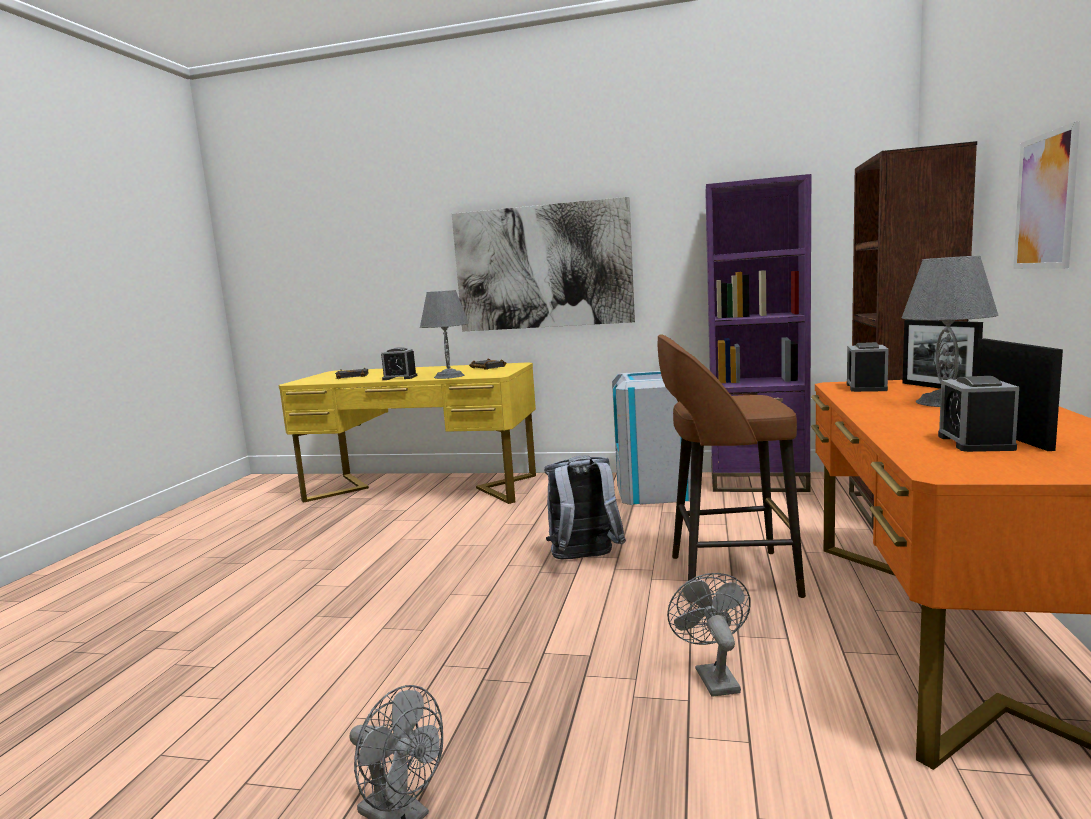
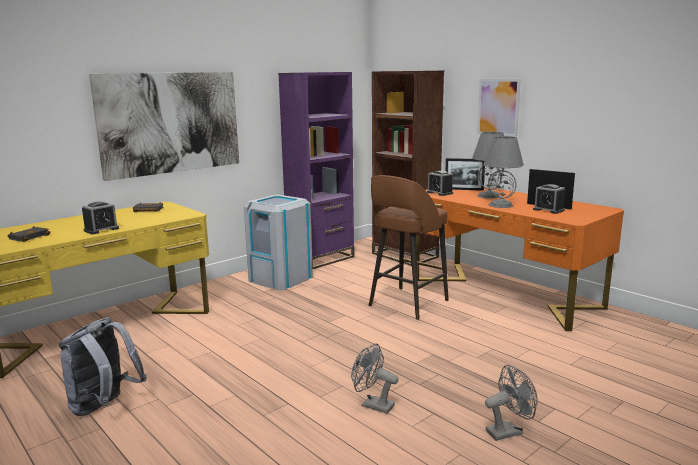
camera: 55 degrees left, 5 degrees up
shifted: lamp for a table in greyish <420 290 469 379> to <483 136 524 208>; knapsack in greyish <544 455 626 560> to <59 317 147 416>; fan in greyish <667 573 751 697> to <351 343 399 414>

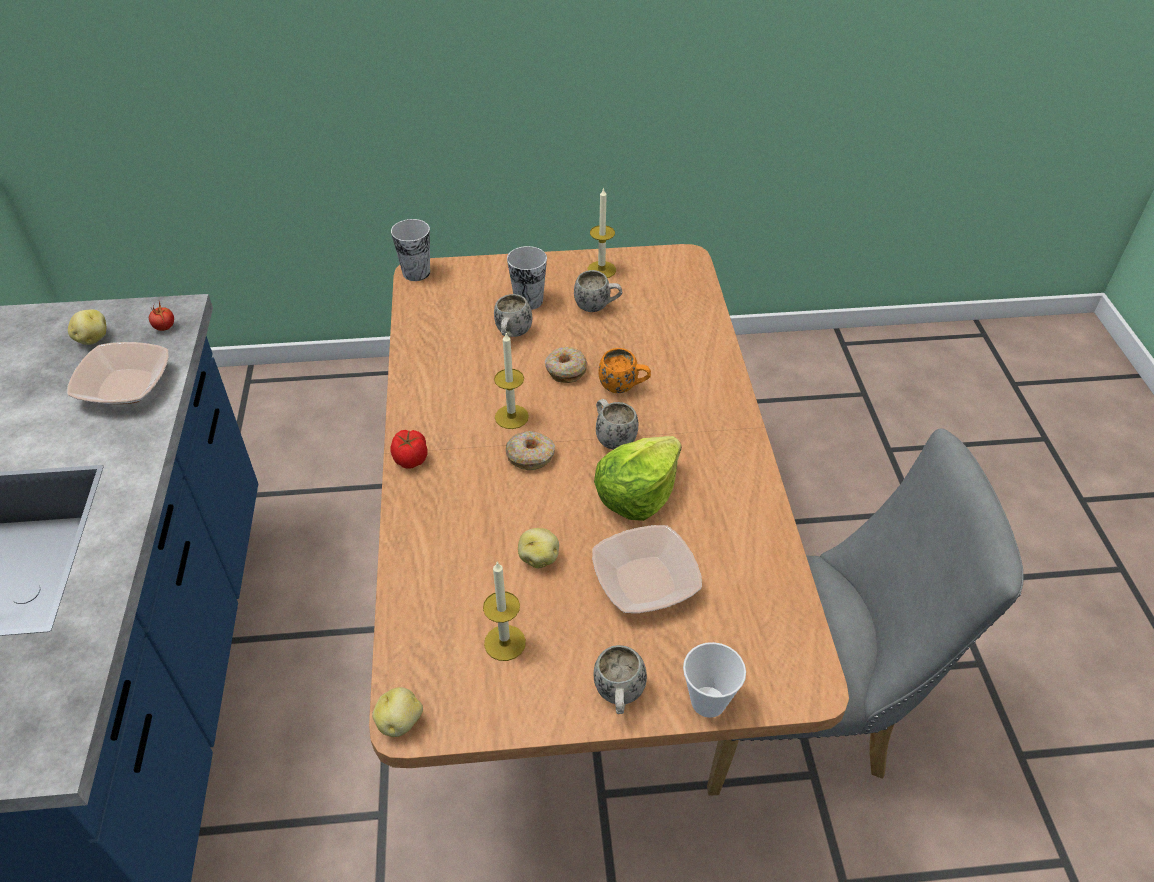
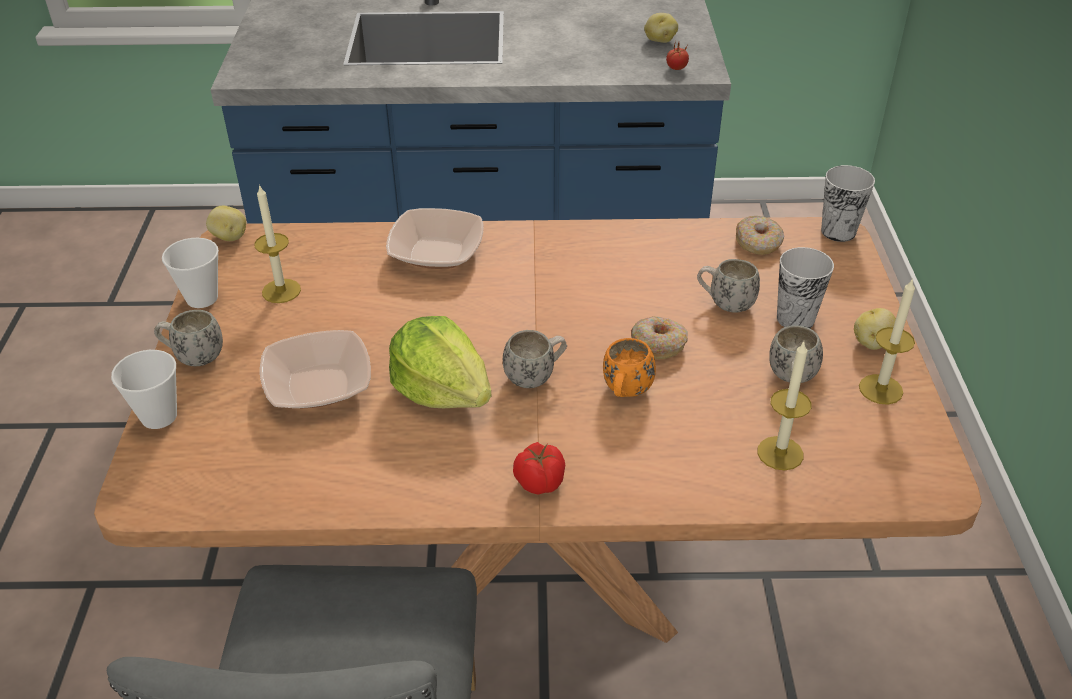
camera: 95 degrees right, 5 degrees down
new: cup <162 238 219 308>
shifted: bowl <67 342 169 404> to <386 208 484 269>; tomato <390 430 428 468> to <513 442 565 495>; wax candle <494 333 529 429> to <757 342 812 470>; doughnut <506 431 555 470> to <736 216 784 255>; whole potato <518 528 559 568> to <854 308 896 350>

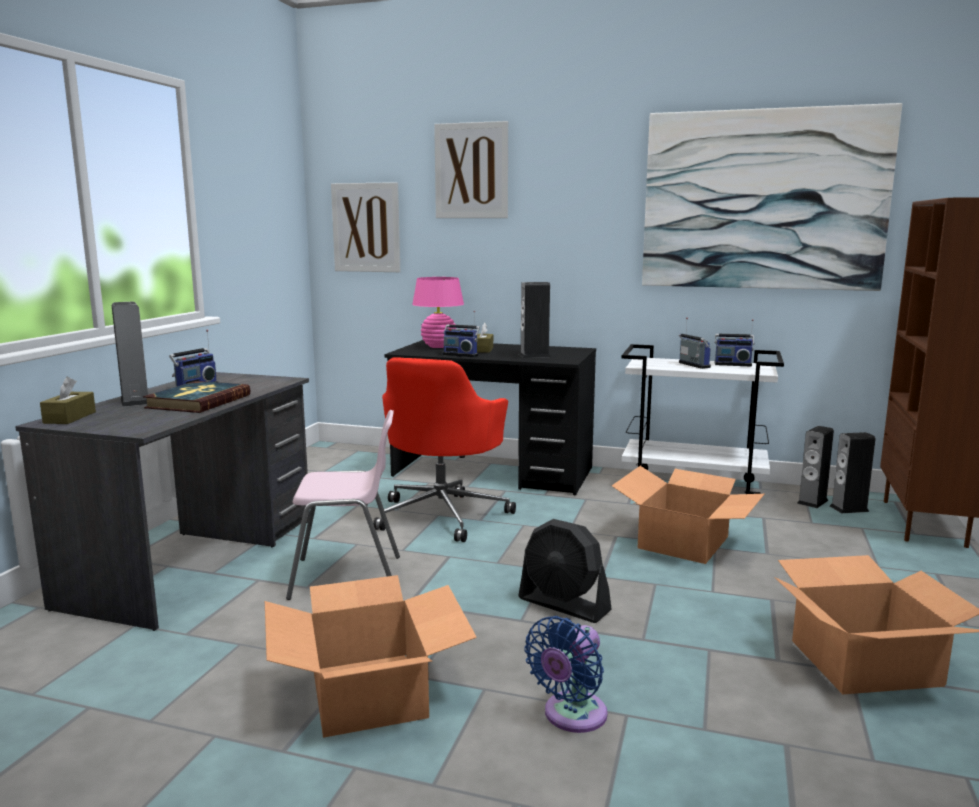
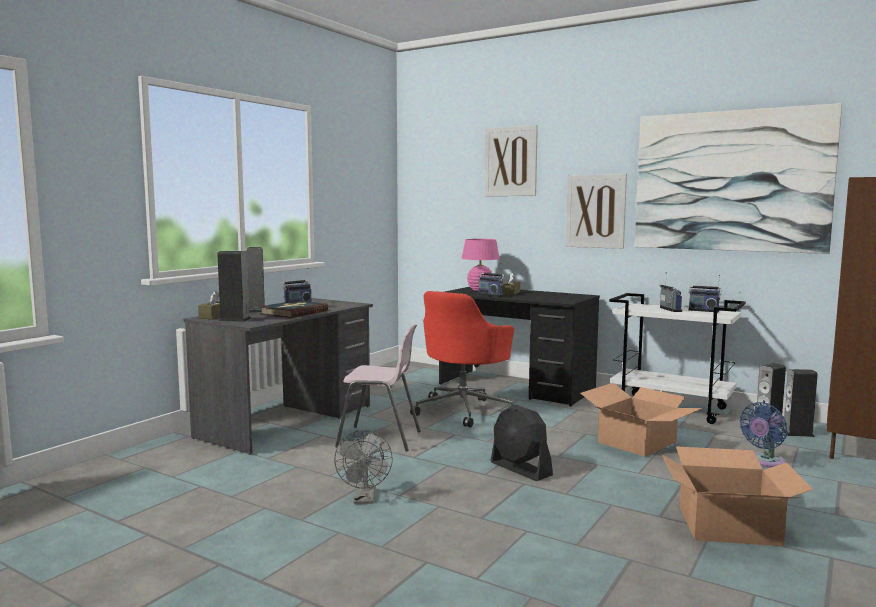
camera: 15 degrees right, 5 degrees down
shifted: wall picture <331 182 400 272> to <566 174 627 249>; speaker <519 282 551 358> to <217 251 251 322>; fan in blue <524 616 608 733> to <740 402 788 468>
swapped: cardboard box <265 575 477 738> to fan in greyish <334 430 393 504>

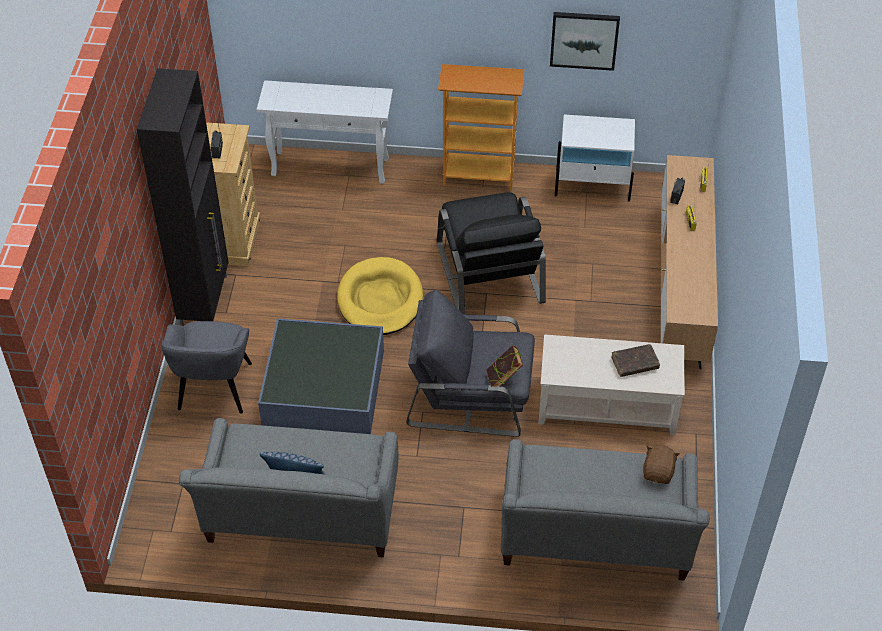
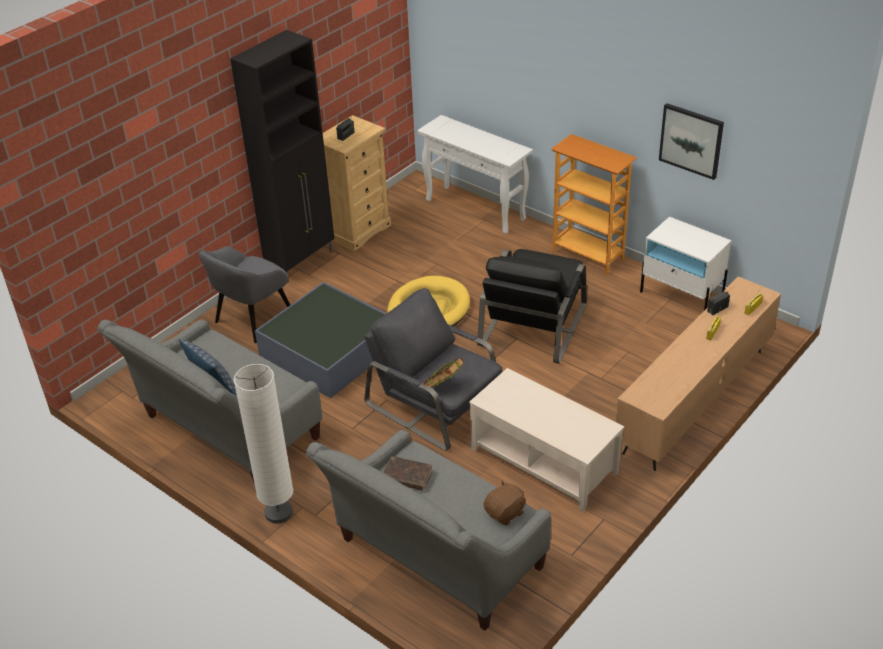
camera: 35 degrees right, 10 degrees down
new: floor lamp in whitish <234 364 293 524>
shifted: book in brown-coloured <611 344 660 377> to <383 456 433 491>

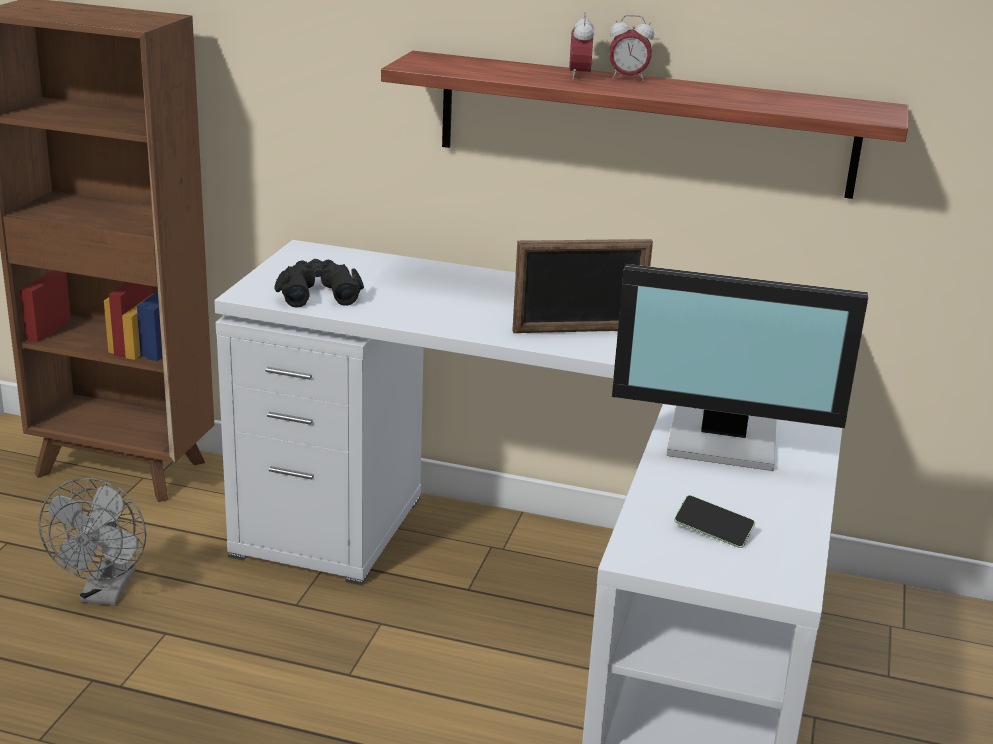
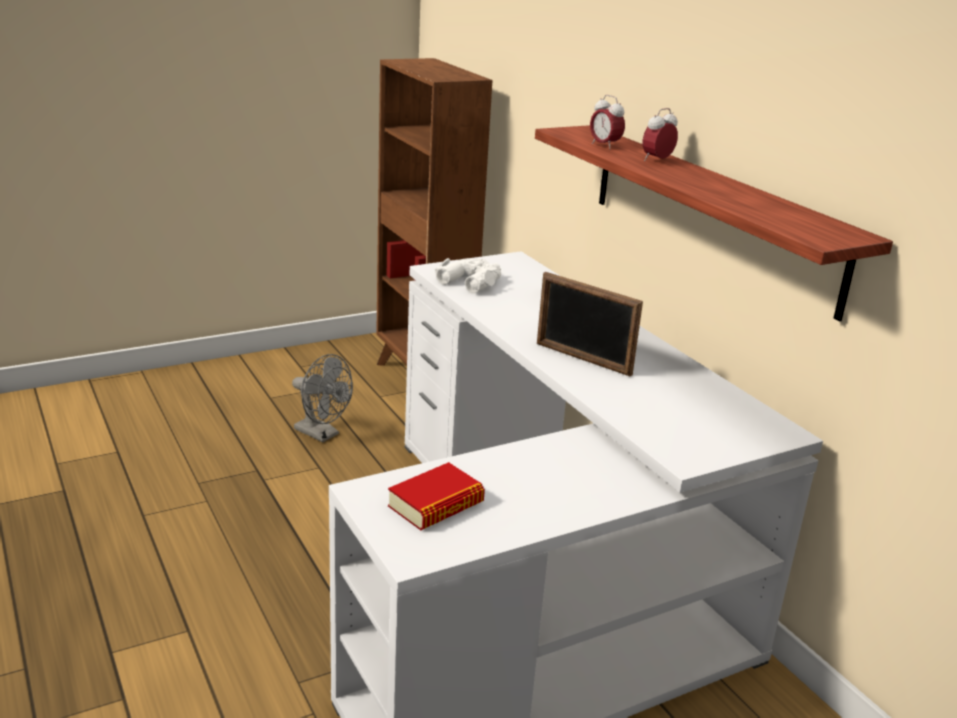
camera: 45 degrees right, 0 degrees up
gone: computer screen <612 264 868 471>
shifted: table clock <609 15 654 81> to <590 95 625 149>
swapped: telephone <674 495 755 548> to book <388 462 485 530>
repainted: pair of binoculars in black <274 259 364 308> to pair of binoculars in whitish <435 258 501 294>
rotated: fan in greyish <39 478 146 605> = <292 354 353 442> 105 degrees counterclockwise

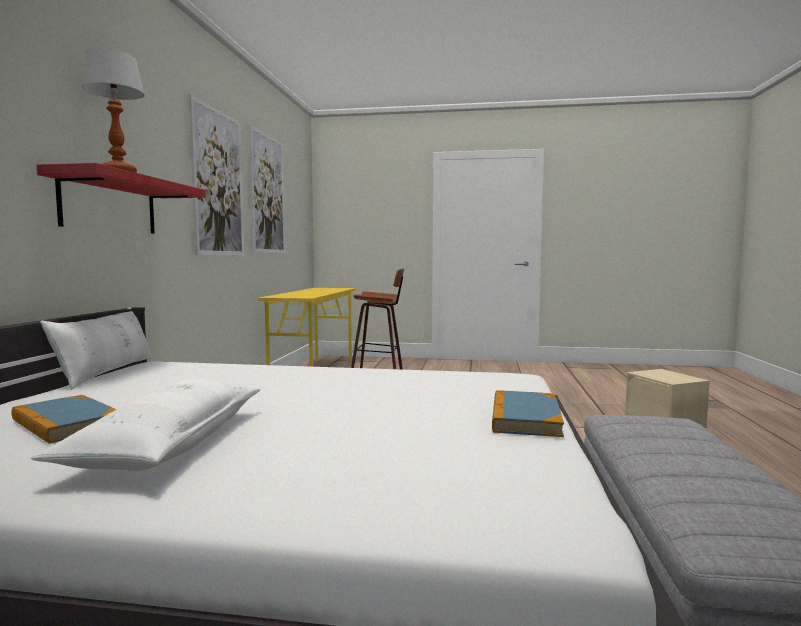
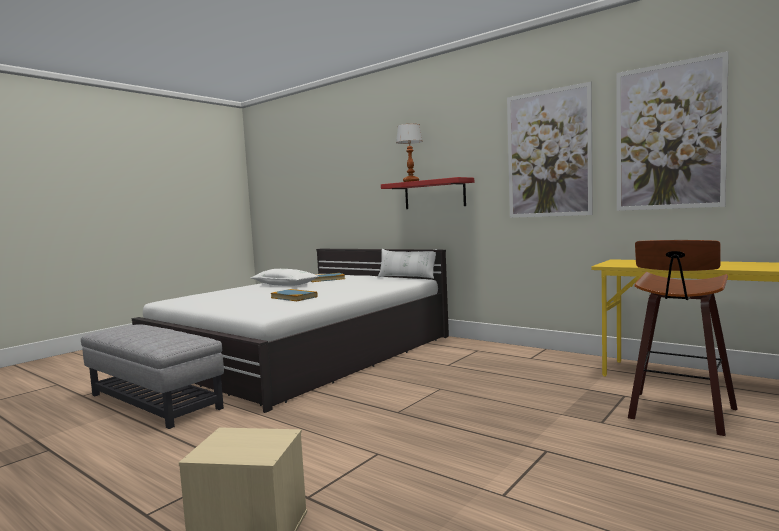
camera: 120 degrees right, 0 degrees up
shifted: book <492 390 564 437> to <271 289 318 301>

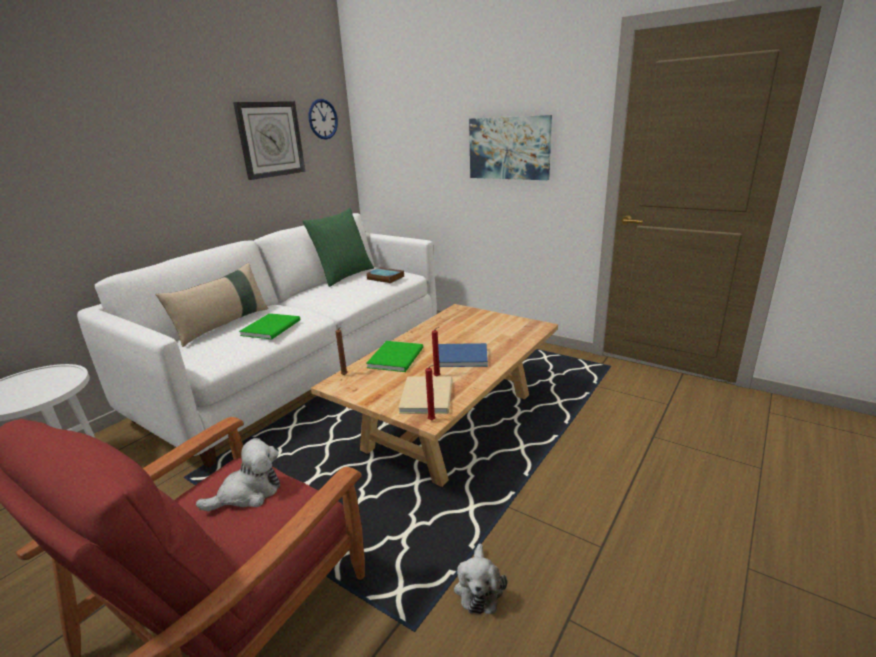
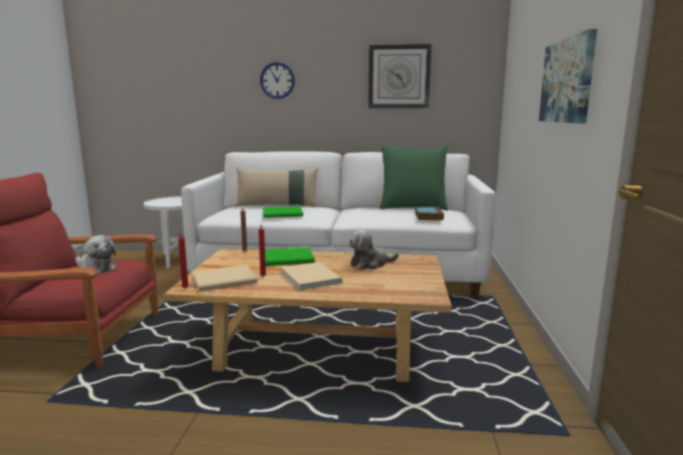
camera: 60 degrees right, 10 degrees down
shifted: clock on the wall <309 99 338 140> to <260 62 295 99>; cuddly toy <454 543 507 614> to <349 230 399 270>
repainted: book in blue <438 343 488 367> to book in sand-coloured <281 262 343 290>

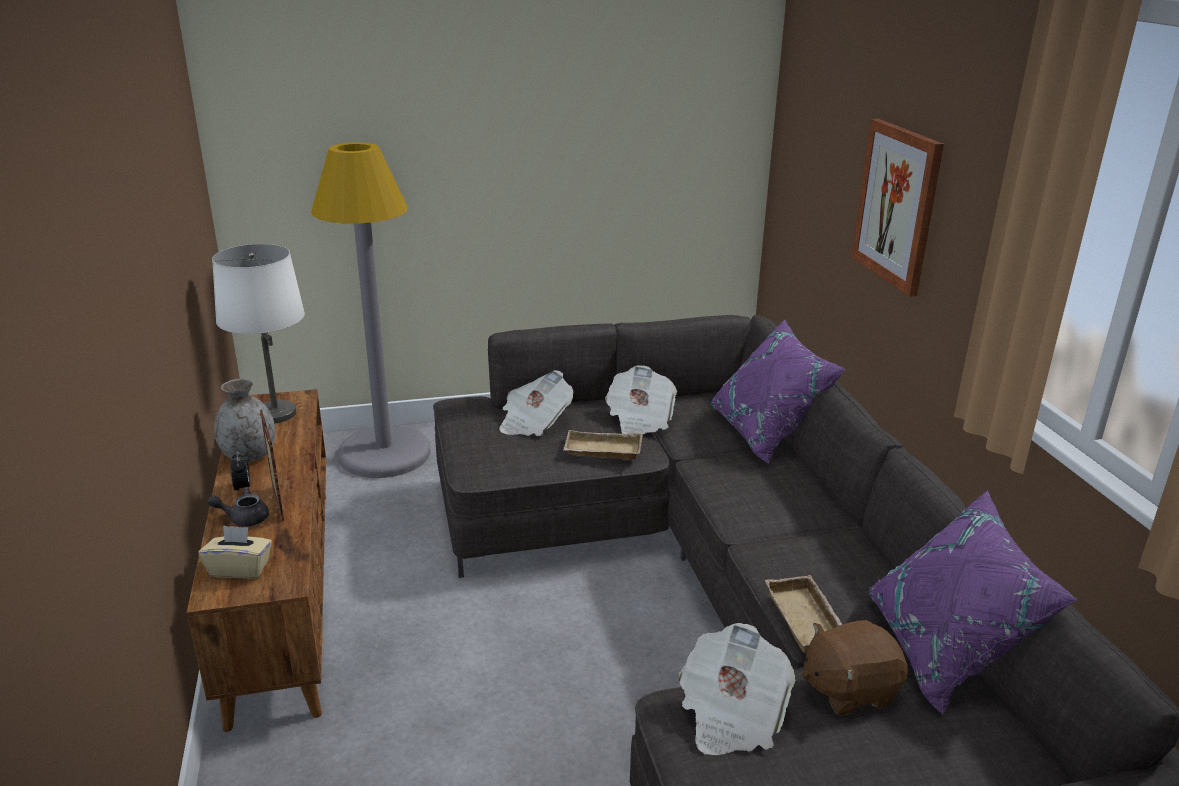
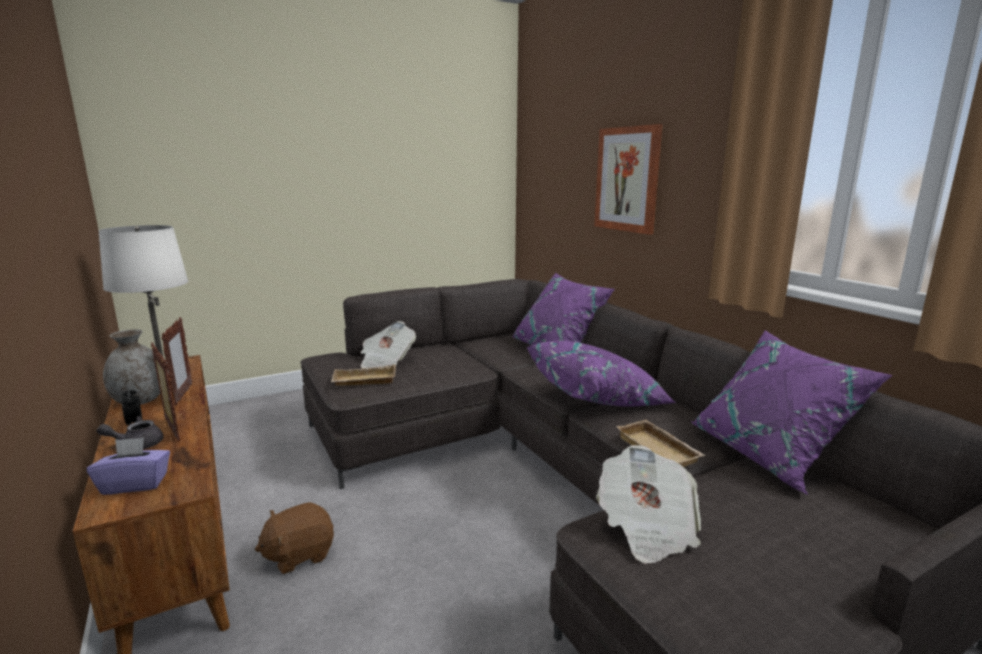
camera: 15 degrees left, 10 degrees down
gone: floor lamp in greyish <311 142 431 478>; printed paper <605 365 677 434>
new: picture frame <161 317 192 405>; throw pillow in purple <527 341 676 407>
shifted: carrying tray in sand-coloured <563 430 643 460> to <331 364 396 386>; cuddly toy in brown-coloured <802 620 908 716> to <255 502 334 574>
repainted: tissue holder in sand-coloured <198 525 272 579> to tissue holder in purple <87 437 170 495>

